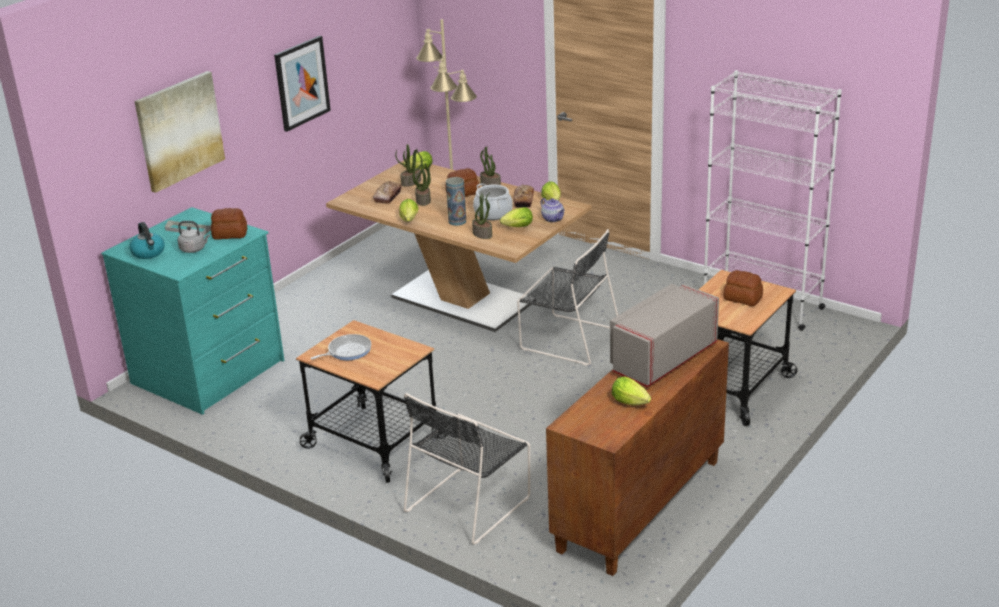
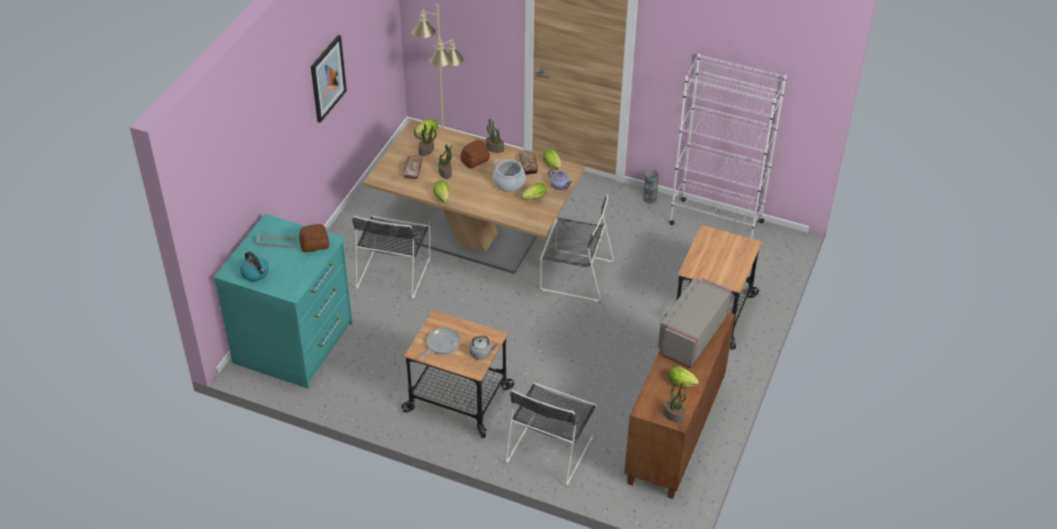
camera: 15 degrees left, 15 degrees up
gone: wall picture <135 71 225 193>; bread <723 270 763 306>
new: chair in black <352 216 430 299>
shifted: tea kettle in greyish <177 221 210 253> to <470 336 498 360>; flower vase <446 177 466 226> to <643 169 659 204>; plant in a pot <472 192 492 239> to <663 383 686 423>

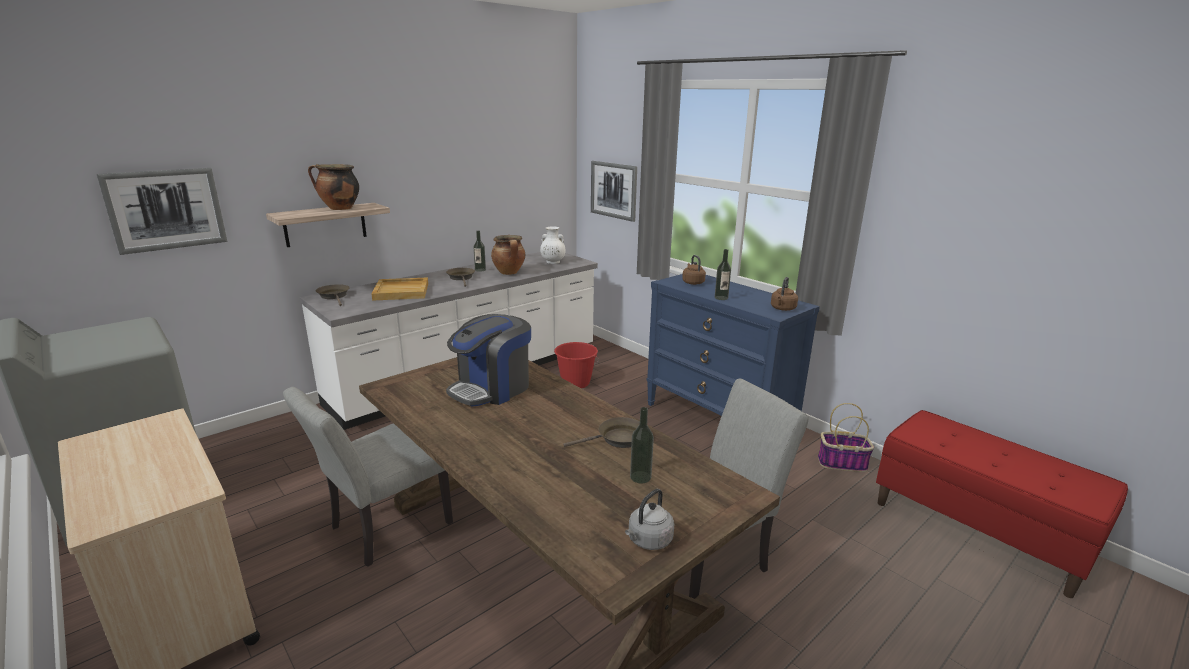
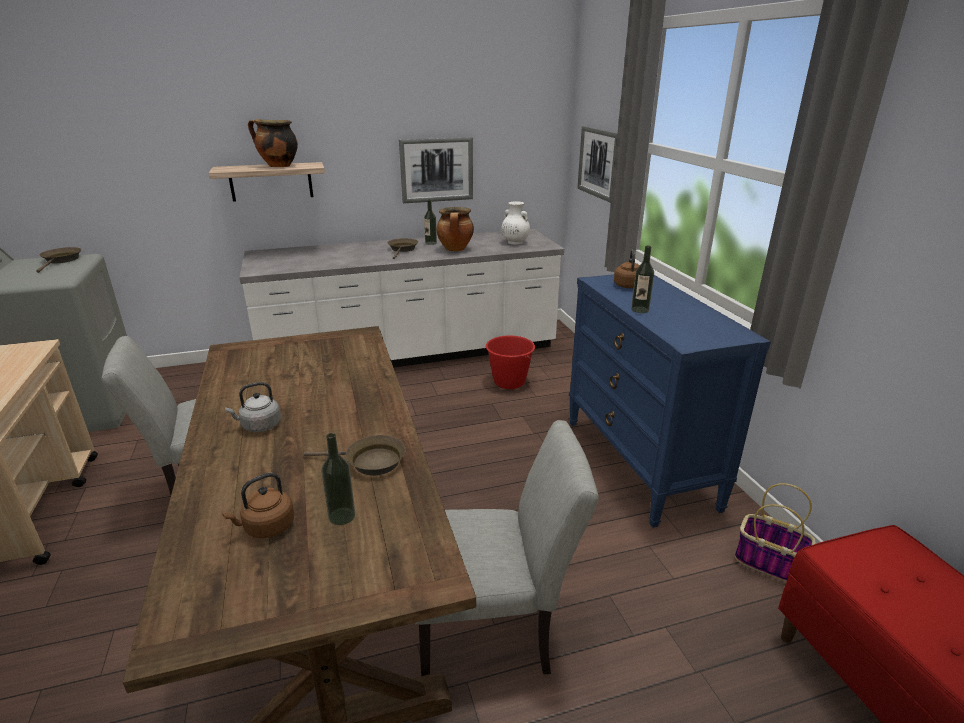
camera: 25 degrees right, 5 degrees up
gone: carrying tray in sand-coloured <372 277 428 301>; coffee machine <446 314 531 407>
shifted: wall picture <97 168 227 255> to <399 137 473 203>; skillet in brown-coloured <316 284 350 306> to <36 247 81 273>; tea kettle in greyish <625 489 674 550> to <225 382 281 432>; tea kettle in brown-coloured <771 277 798 311> to <223 473 294 538>

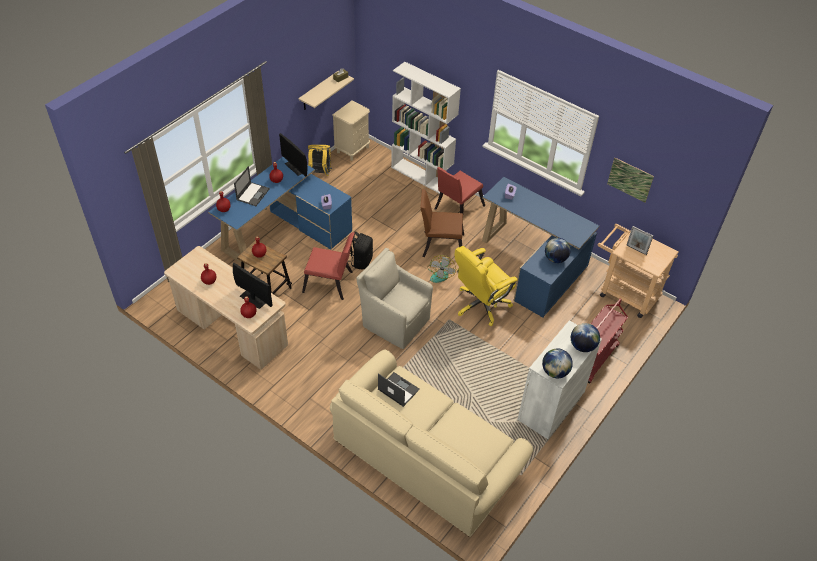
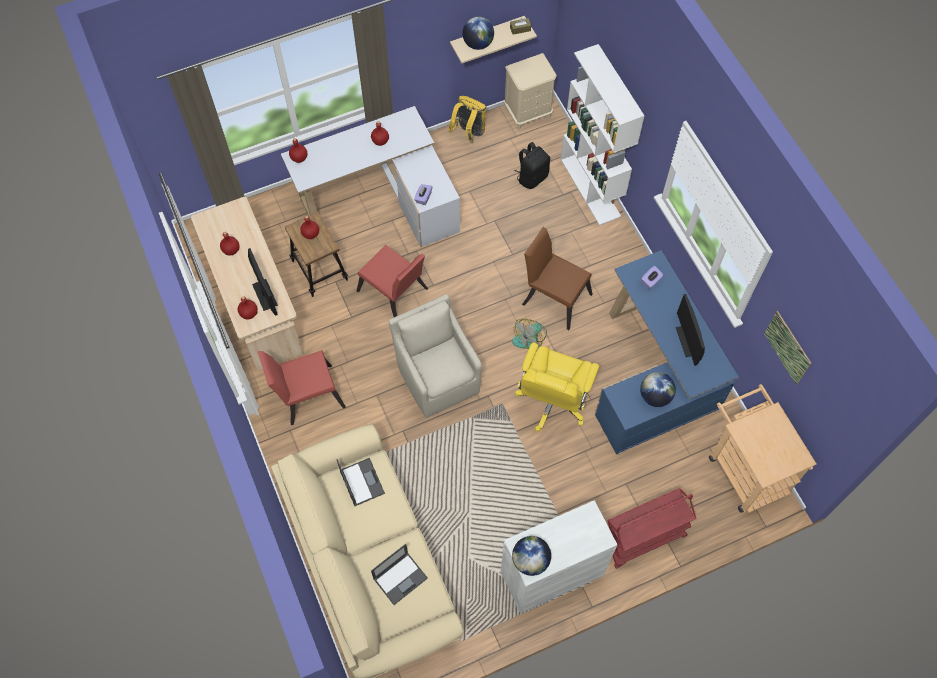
camera: 30 degrees right, 15 degrees up
gone: picture frame <626 226 653 255>
shifted: laptop <234 166 270 206> to <371 544 428 605>; computer screen <279 133 308 177> to <676 294 705 366>; knapsack in black <347 232 373 269> to <515 142 550 189>; chair in red <435 167 485 214> to <258 350 346 425>; desk globe <571 323 600 352> to <462 17 494 50>
repainted: desk in blue <208 157 352 268> to desk in whitish <281 106 460 247>
rotated: computer chair in yellow <455 246 517 326> = <515 342 599 432> 60 degrees counterclockwise

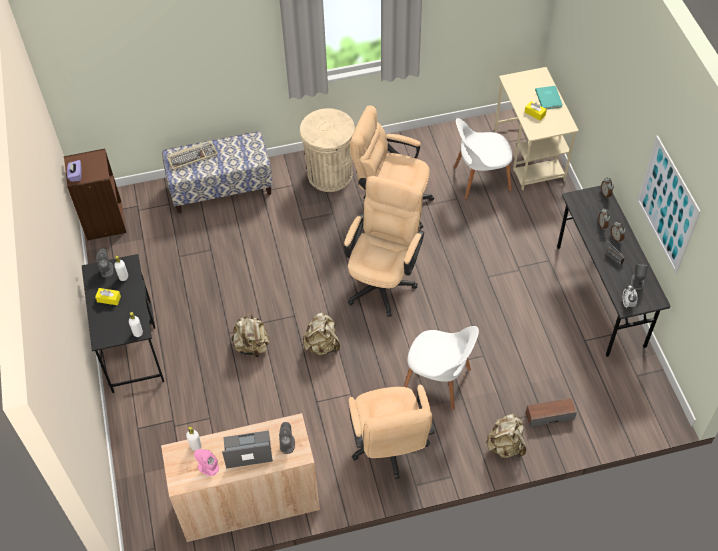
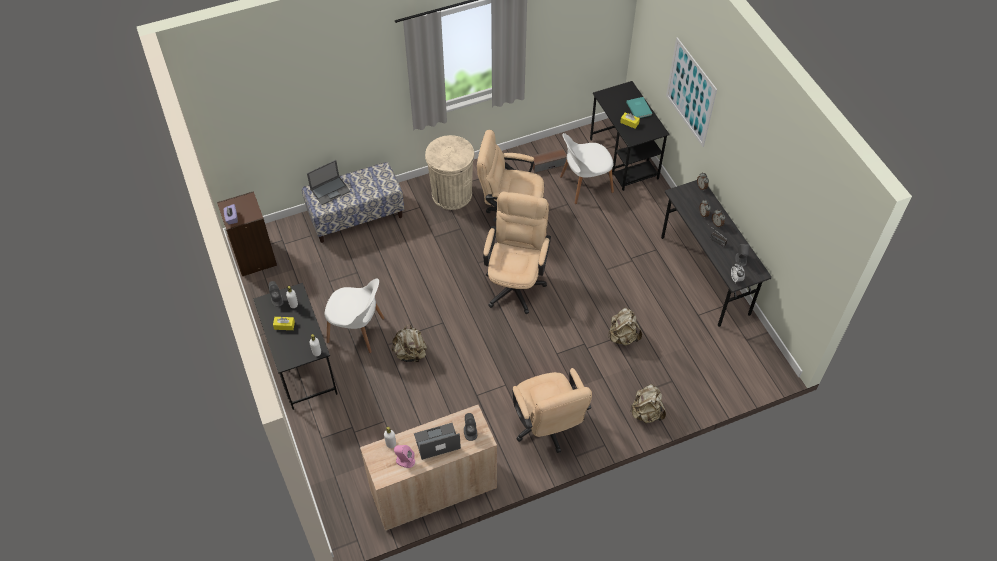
camera: 10 degrees left, 0 degrees up
shifted: knapsack in sand-coloured <303 312 340 356> to <608 308 642 346>; chair in whitish <404 326 479 410> to <325 278 385 353>; speaker <526 398 577 427> to <531 148 567 173>; wall picture <637 135 701 274> to <666 37 717 147>
swapped: computer keyboard <167 141 218 170> to laptop <307 160 351 205>
repainted: desk in sand-coloured <495 67 579 190> to desk in black <590 81 670 191>

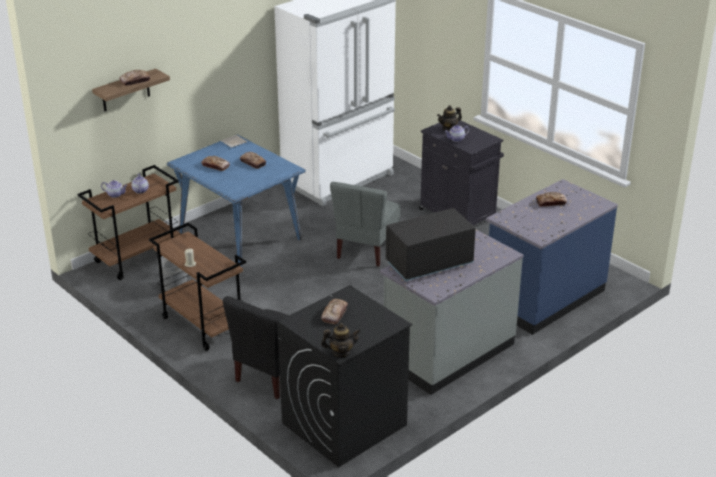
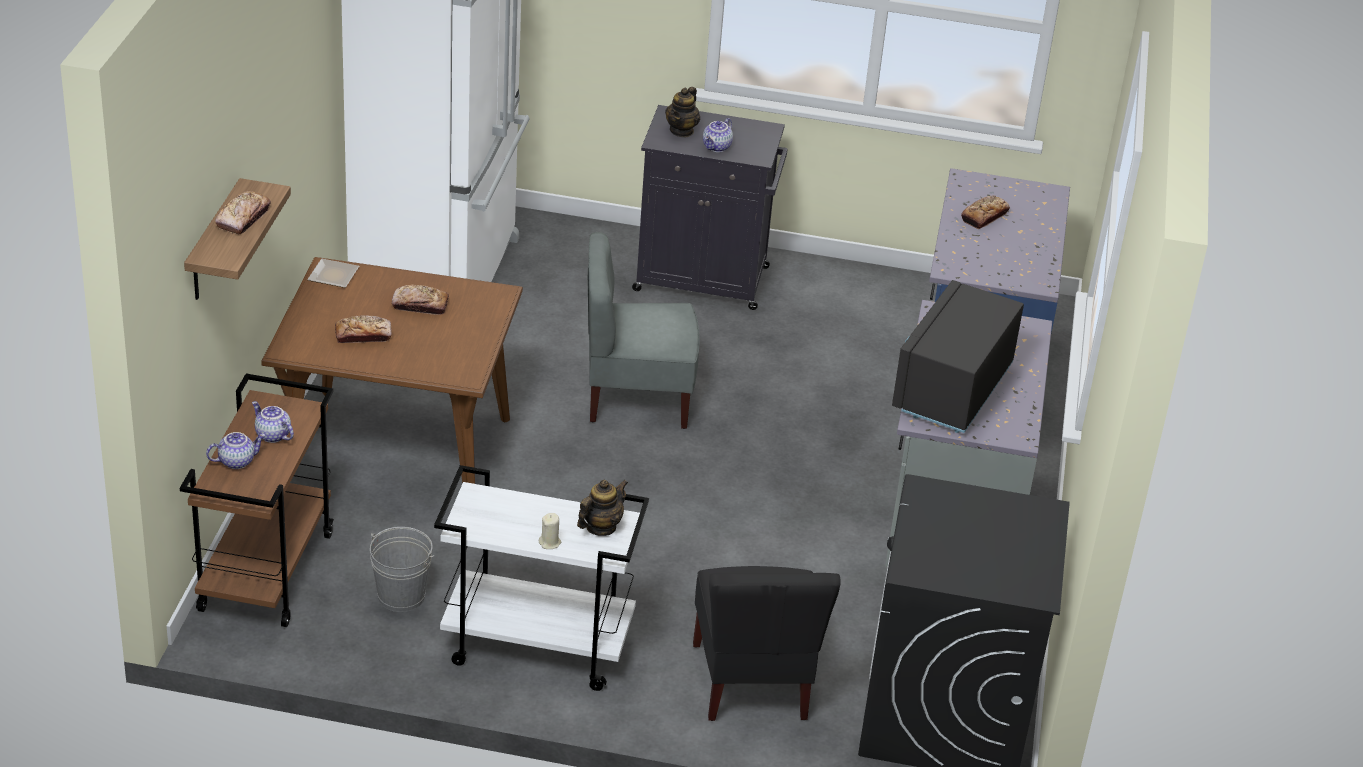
camera: 40 degrees left, 5 degrees up
gone: bread <321 299 348 324>
shifted: tea pot <321 323 361 358> to <577 479 628 536>
repainted: cart in brown-coloured <149 223 246 351> to cart in whitish <434 465 649 691>; dinner table in blue <167 135 305 267> to dinner table in brown-coloured <261 257 523 484>
rotated: chair in greyish <330 182 400 267> = <588 232 700 429> 105 degrees clockwise

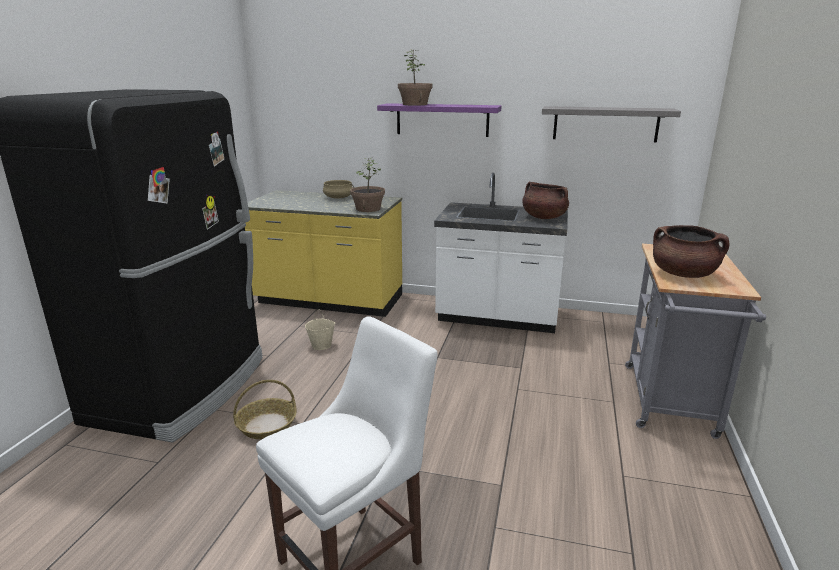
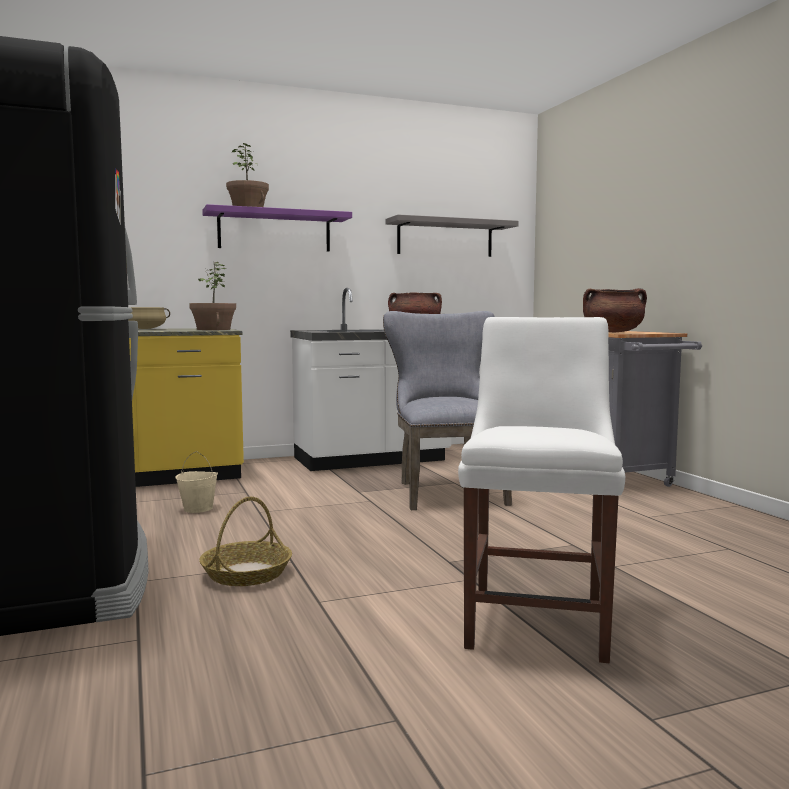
camera: 35 degrees left, 15 degrees down
new: chair in greyish <383 311 512 510>

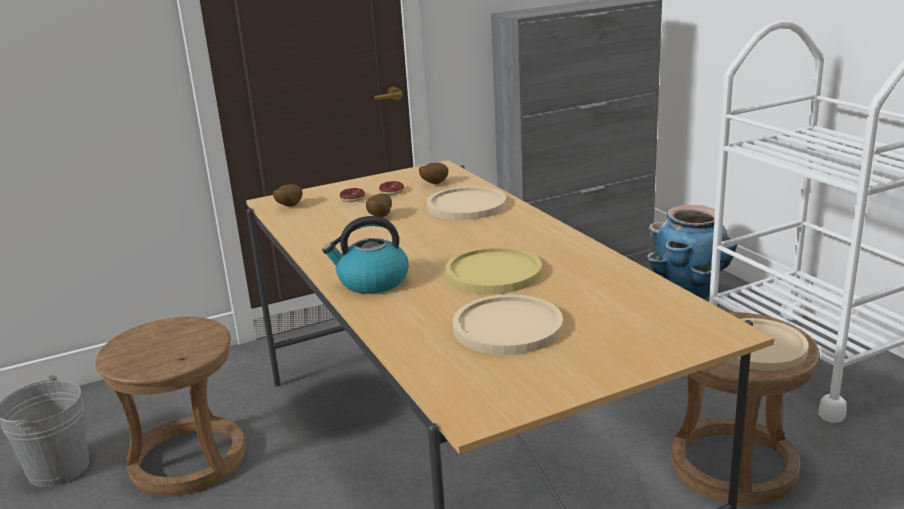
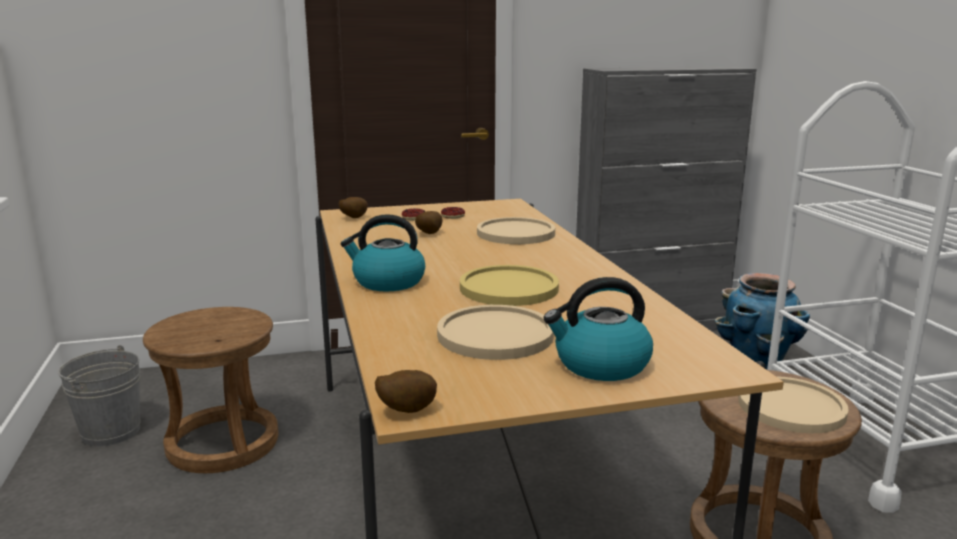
camera: 10 degrees right, 5 degrees down
new: tea kettle <544 277 653 381>
shifted: whole potato <419 163 448 184> to <375 370 437 413>

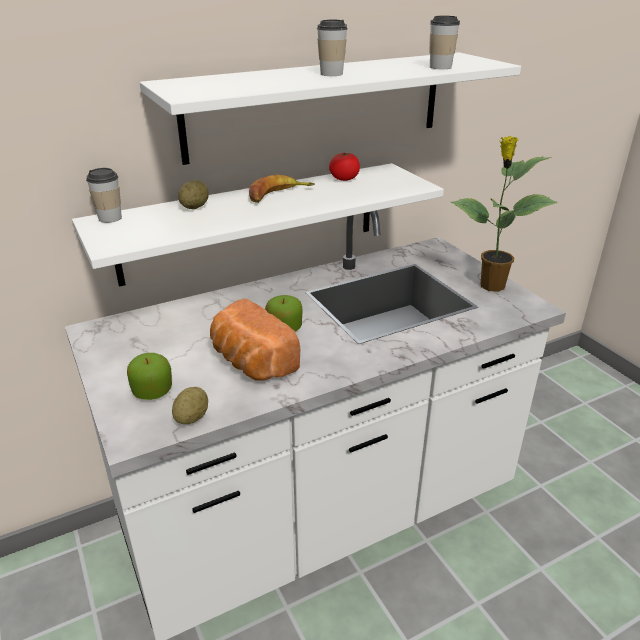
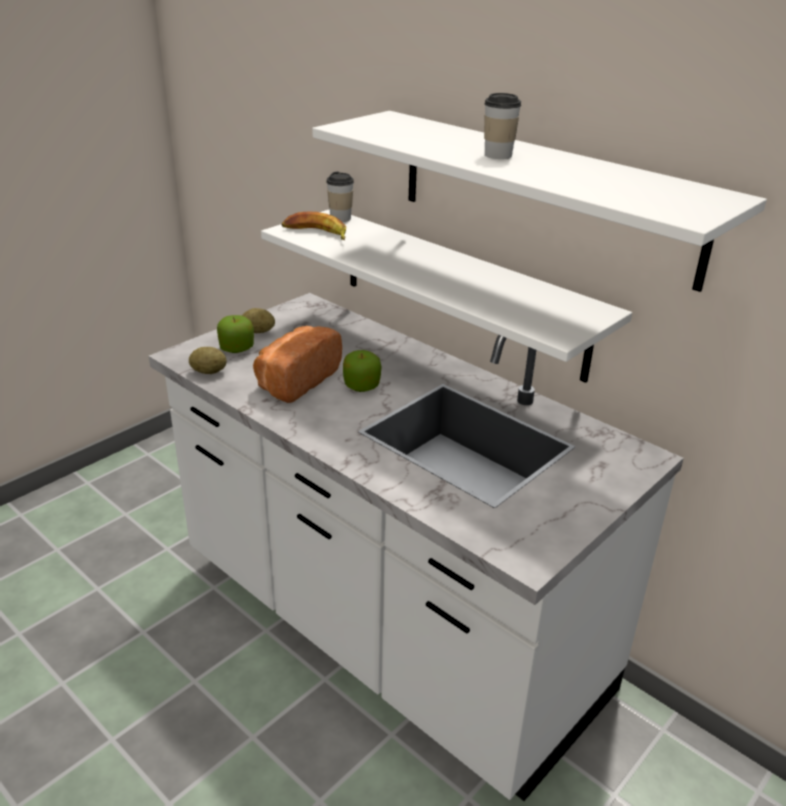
camera: 70 degrees right, 0 degrees up
gone: tomato <329 152 360 181>; cup <429 16 460 69>; plant in a pot <451 136 558 292>
shifted: whole potato <178 180 209 209> to <242 308 275 333>; banana fruit <249 175 315 203> to <281 211 346 240>

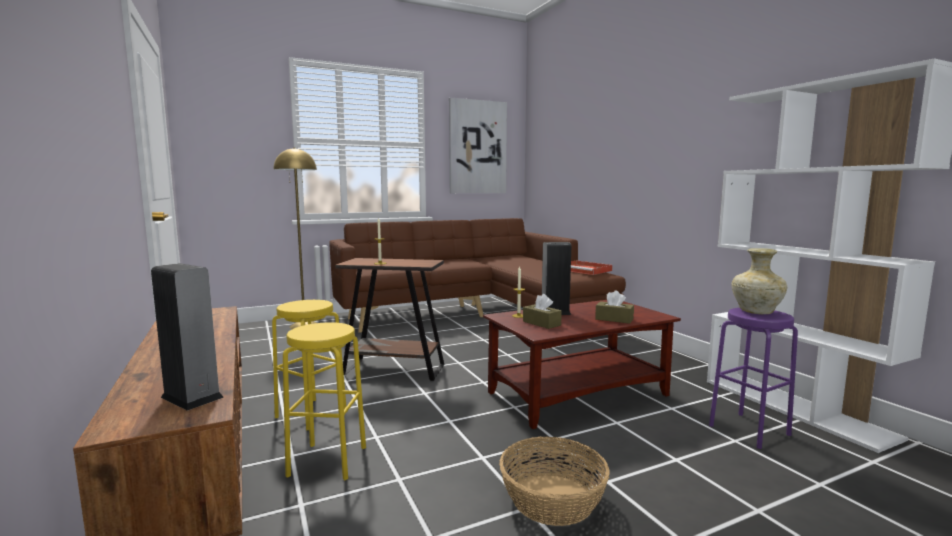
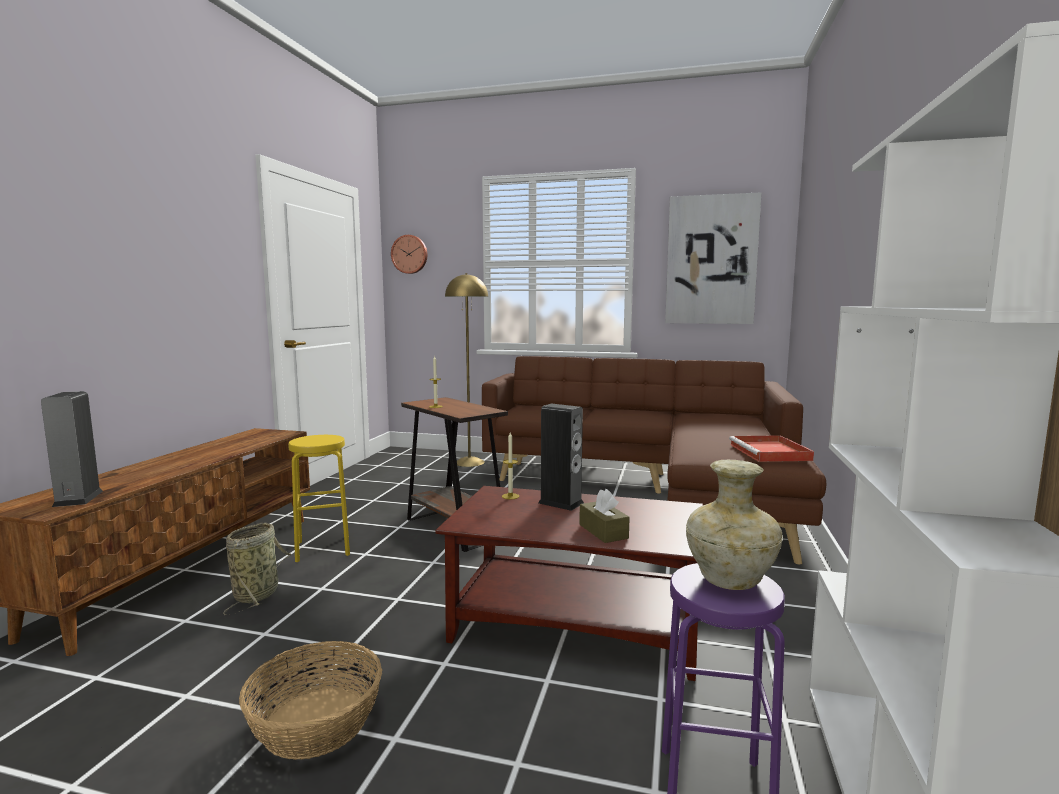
camera: 40 degrees right, 0 degrees up
gone: tissue holder in brown-coloured <523 294 562 329>
new: clock on the wall <391 235 427 274>
swapped: stool seat in yellow <283 322 366 480> to basket <223 522 291 615>

